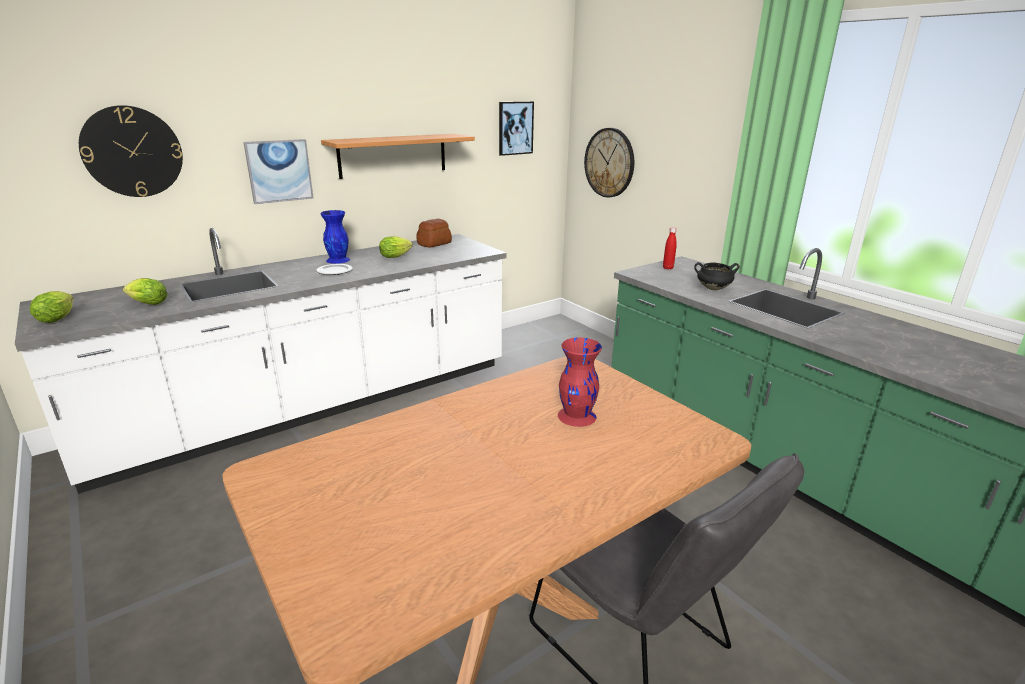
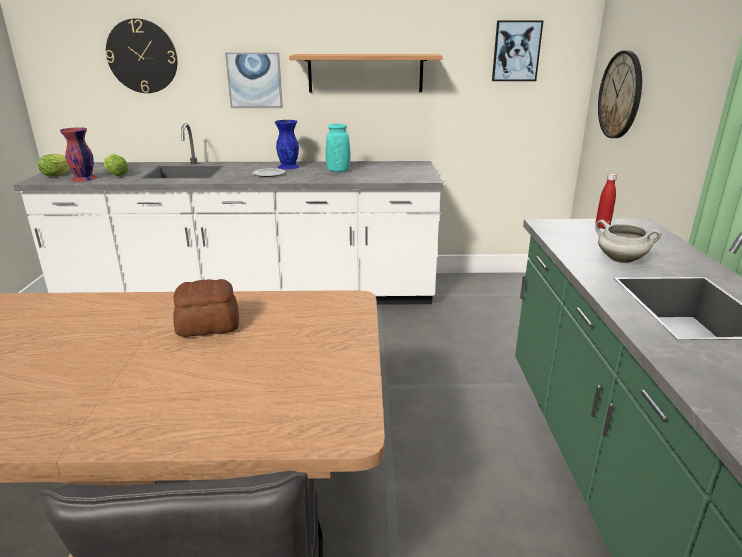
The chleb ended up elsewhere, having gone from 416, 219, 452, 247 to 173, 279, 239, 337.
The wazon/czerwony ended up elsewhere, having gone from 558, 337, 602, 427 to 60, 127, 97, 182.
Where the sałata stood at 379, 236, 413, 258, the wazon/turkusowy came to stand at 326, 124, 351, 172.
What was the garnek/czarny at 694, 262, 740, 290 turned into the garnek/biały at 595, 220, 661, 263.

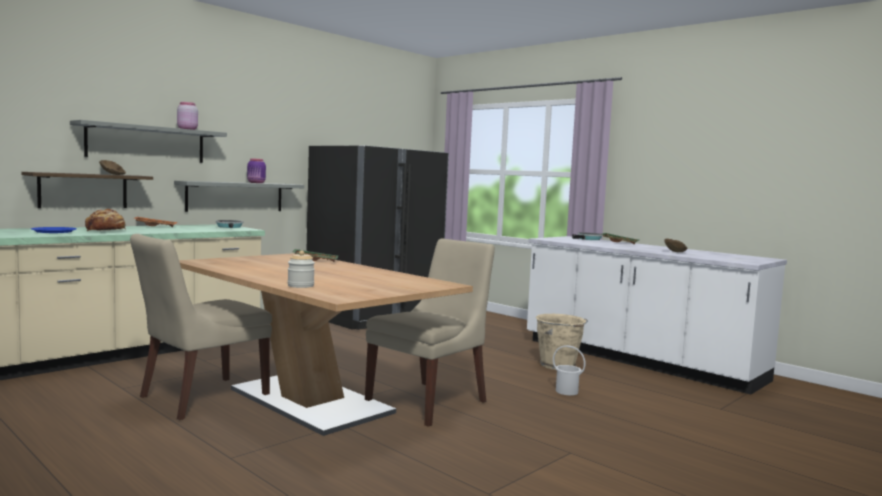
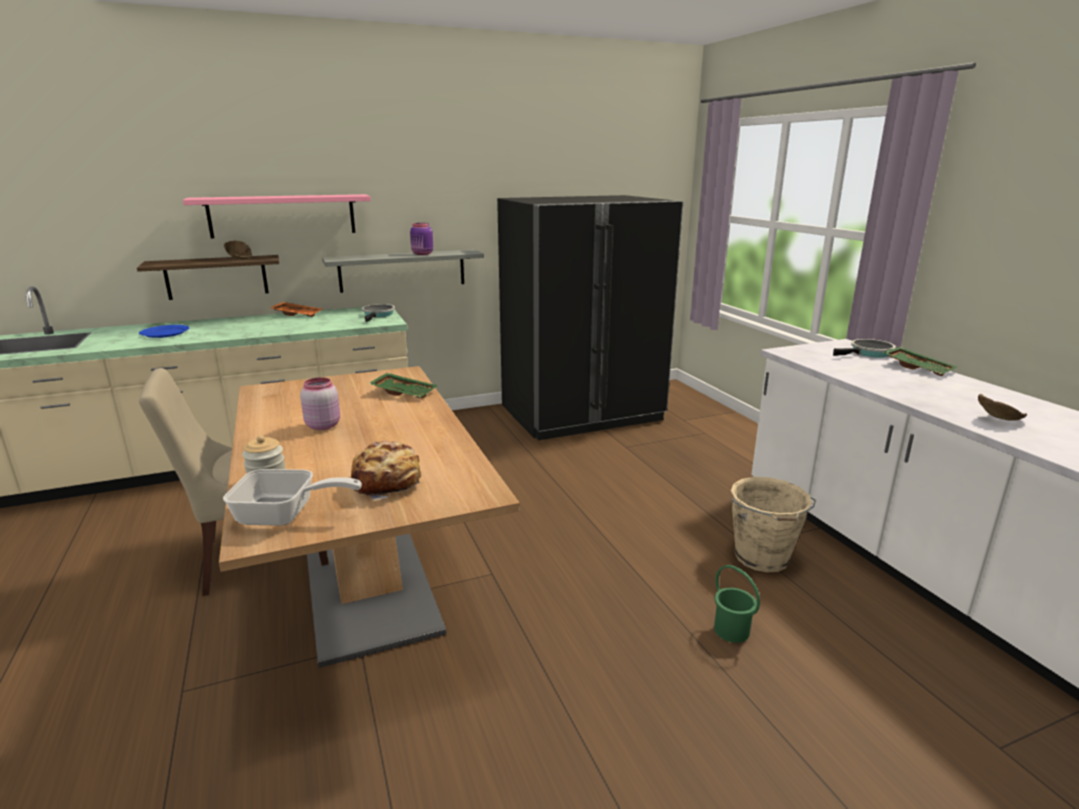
The second view lost the krzesło/beżowy at 365, 238, 495, 427.
The second view gained the patelnia at 223, 469, 362, 526.
The chleb ended up elsewhere, having gone from 85, 209, 125, 231 to 351, 441, 422, 501.
The słoik/różowy ended up elsewhere, having gone from 177, 102, 198, 130 to 300, 377, 340, 430.
What was the półka/szary at 70, 120, 227, 163 turned into the półka/różowy at 183, 194, 371, 238.
What was the wiadro/biały at 553, 345, 586, 395 turned into the wiadro/zielony at 714, 565, 760, 643.

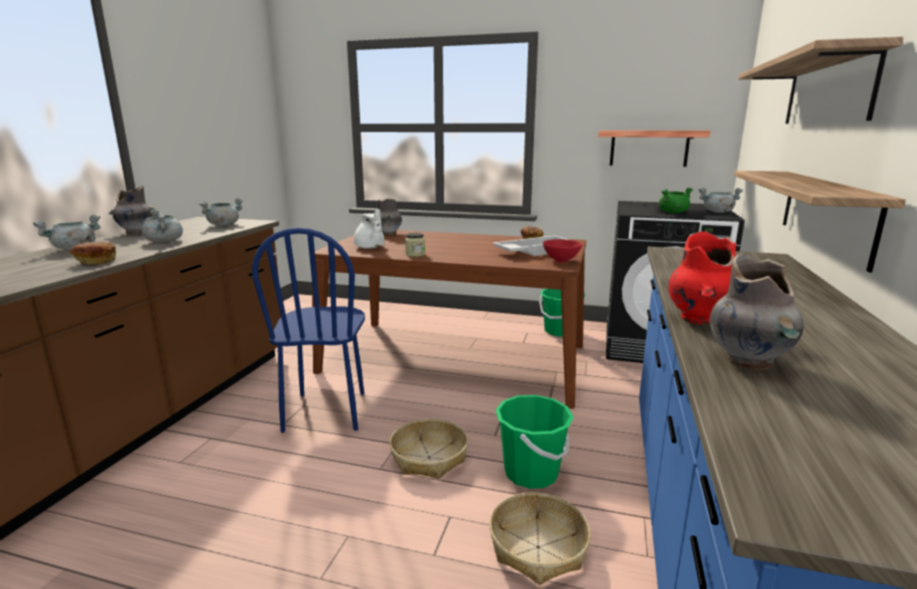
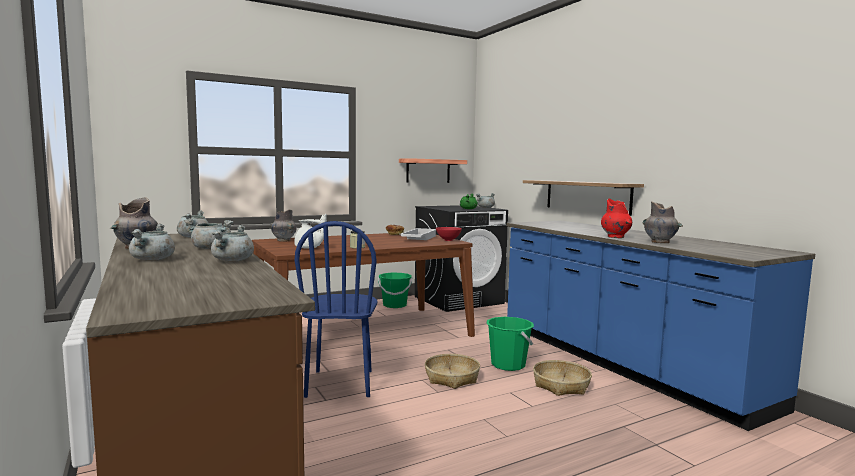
The second view lost the półka at 738, 37, 903, 124.
Where the chleb stood at 70, 241, 116, 265, the garnek/szary came to stand at 211, 225, 254, 262.
The krzesło/niebieski at 252, 228, 365, 433 ended up facing another way, 45 degrees clockwise from before.

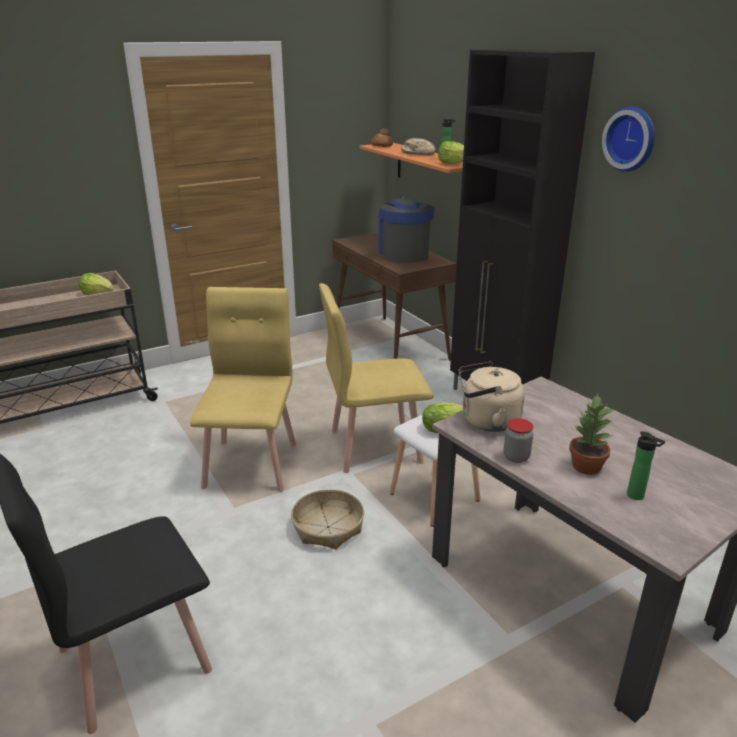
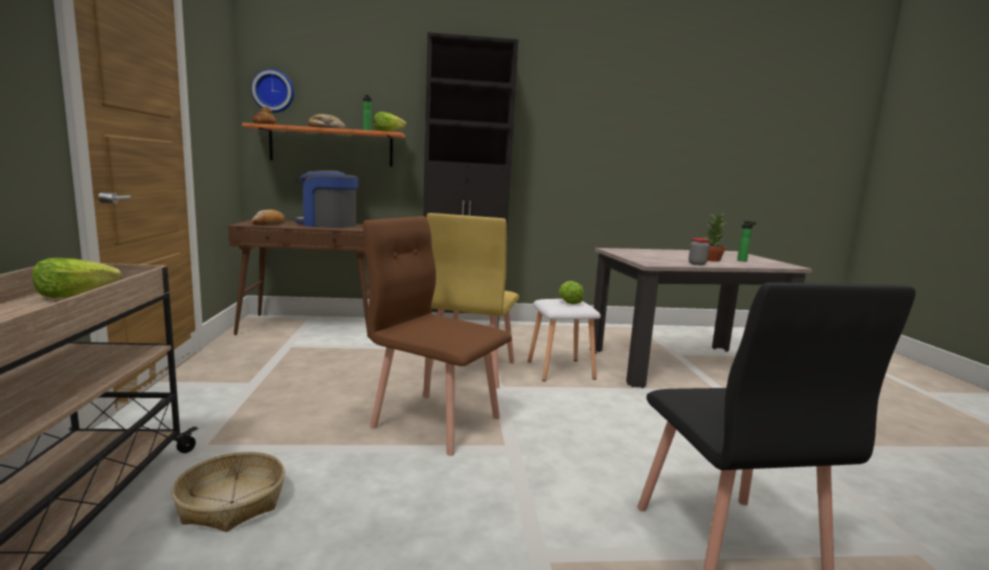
The second view lost the czajnik/beżowy at 459, 361, 525, 432.
The second view gained the chleb at 252, 209, 285, 225.
The koszyk ended up elsewhere, having gone from 291, 489, 364, 549 to 171, 452, 285, 532.
The zegar ścienny ended up elsewhere, having gone from 602, 106, 655, 172 to 251, 69, 294, 113.
What was the krzesło/żółty at 190, 287, 296, 492 turned into the krzesło/brązowy at 363, 216, 512, 456.

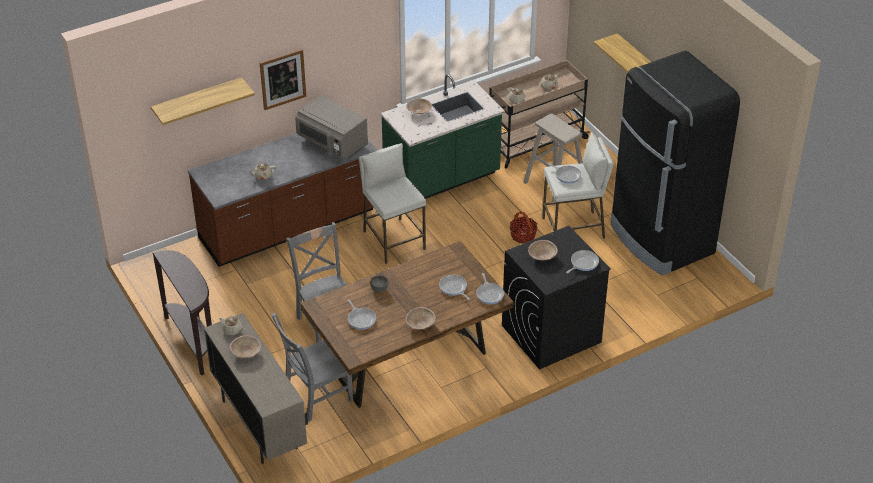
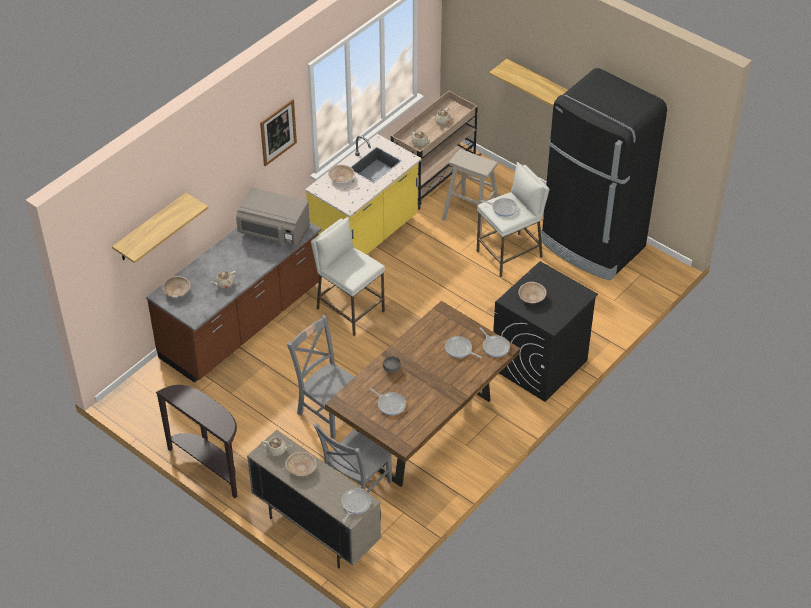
The second view lost the koszyk at 510, 211, 538, 243.
The obraz ended up elsewhere, having gone from 260, 49, 306, 110 to 260, 99, 297, 166.
The miska/beżowy ended up elsewhere, having gone from 406, 307, 436, 329 to 163, 276, 190, 297.
The patelnia ended up elsewhere, having gone from 566, 250, 599, 273 to 341, 488, 371, 523.
What was the zabudowa kuchenna/zielony at 381, 74, 505, 199 turned into the zabudowa kuchenna/żółty at 305, 134, 422, 255.

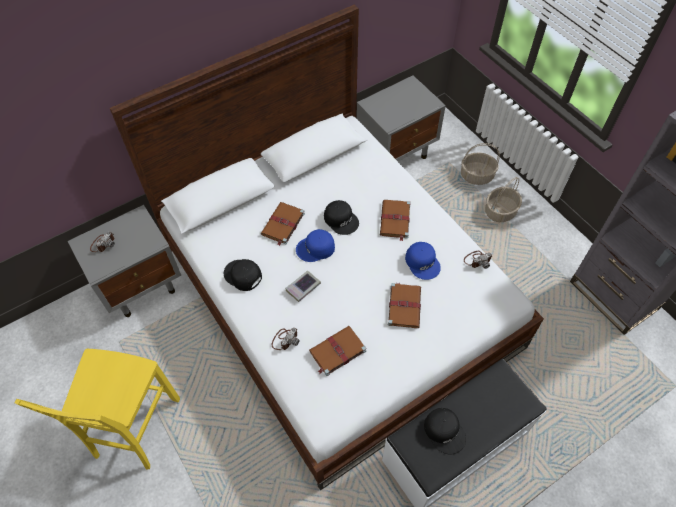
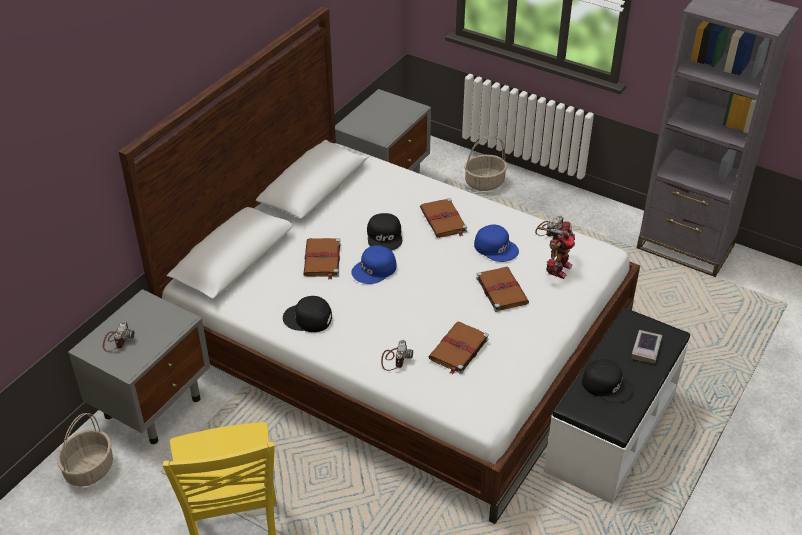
The second view gained the robot zabawkowy at 538, 221, 575, 279.
The książka ended up elsewhere, having gone from 285, 271, 321, 302 to 631, 330, 662, 363.
The koszyk ended up elsewhere, having gone from 485, 177, 522, 222 to 57, 413, 113, 487.
The czapka z daszkiem/czarny at 324, 200, 359, 235 ended up facing another way, 60 degrees clockwise from before.

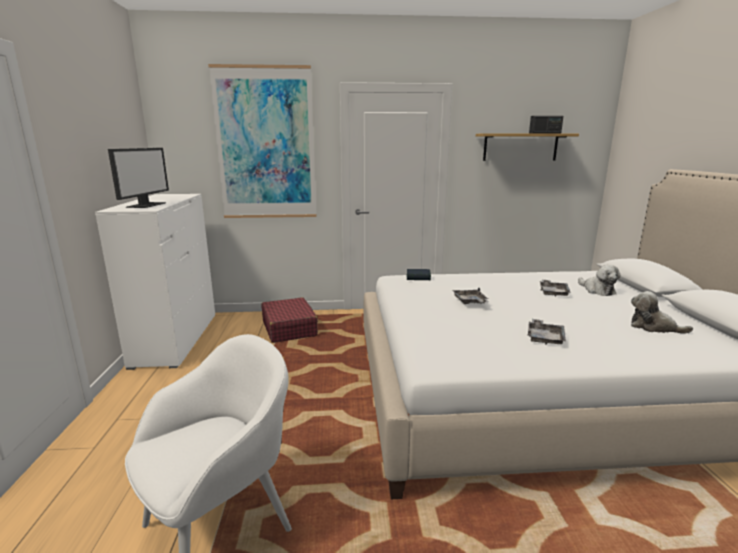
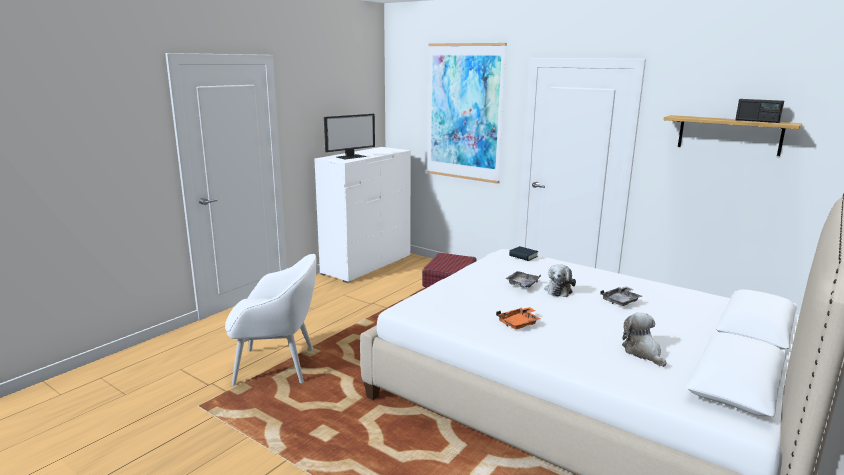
The pluszak ended up elsewhere, having gone from 578, 265, 620, 296 to 544, 264, 576, 297.
What was the taca/szary at 528, 319, 566, 345 turned into the taca/pomarańczowy at 496, 307, 541, 329.

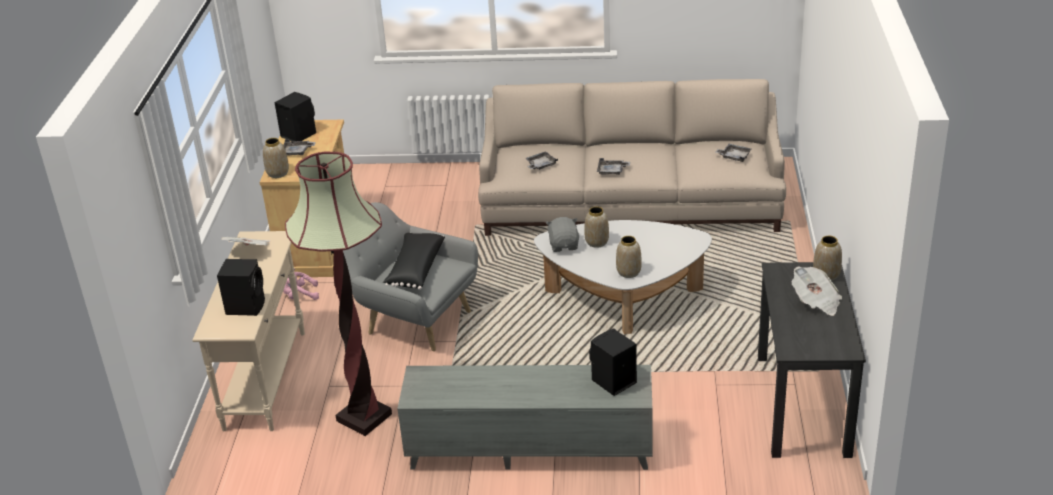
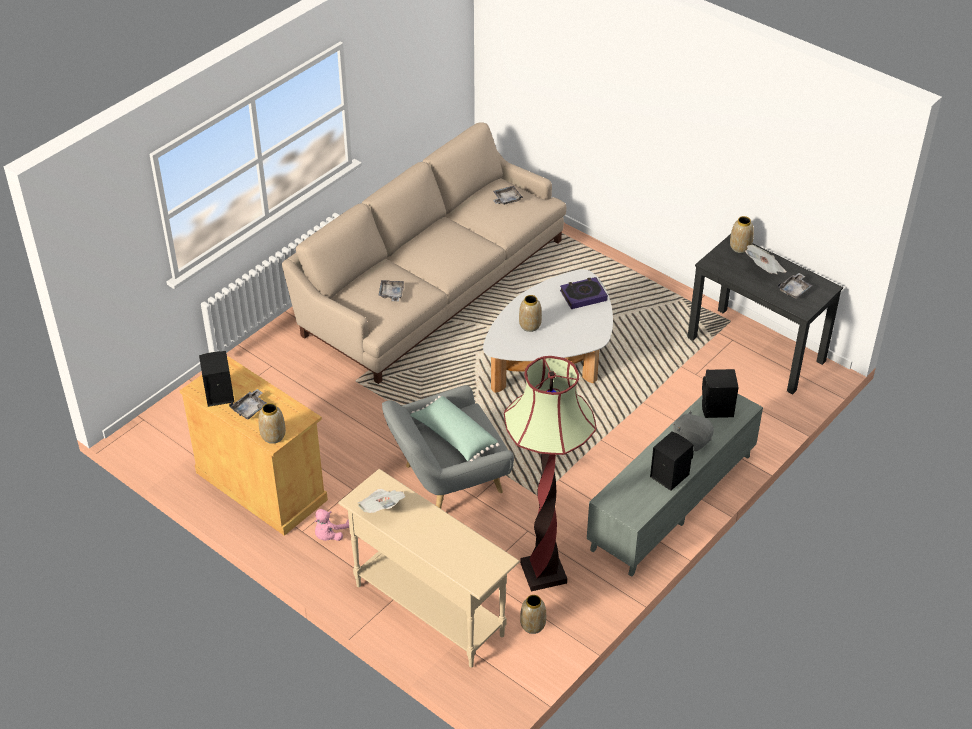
The second view gained the książka at 560, 277, 608, 309.
The głośnik/czarny ended up elsewhere, having gone from 217, 259, 265, 316 to 650, 432, 694, 491.
The pluszak/szary ended up elsewhere, having gone from 545, 217, 579, 252 to 672, 410, 714, 451.
The taca/szary ended up elsewhere, having gone from 597, 158, 630, 175 to 778, 273, 812, 299.
The wazon ended up elsewhere, having gone from 616, 236, 642, 278 to 520, 595, 546, 634.
What was the poduszka/czarny at 383, 233, 445, 290 turned into the poduszka/zielony at 410, 396, 499, 461.

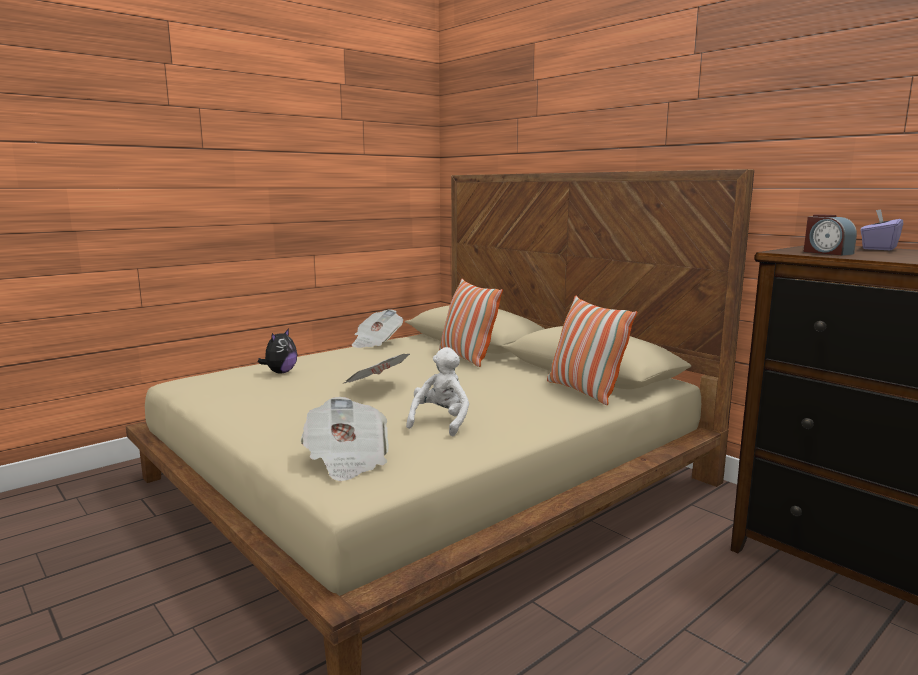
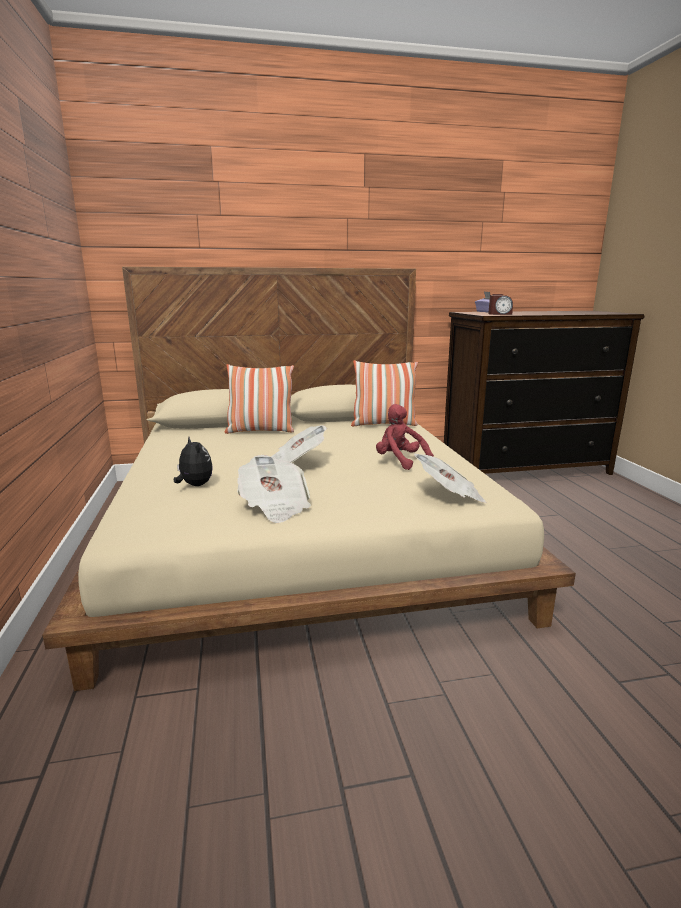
The gazeta ended up elsewhere, having gone from 352, 309, 403, 348 to 237, 455, 311, 523.
What was the pluszak/biały at 406, 347, 469, 437 turned into the pluszak/czerwony at 376, 404, 434, 470.

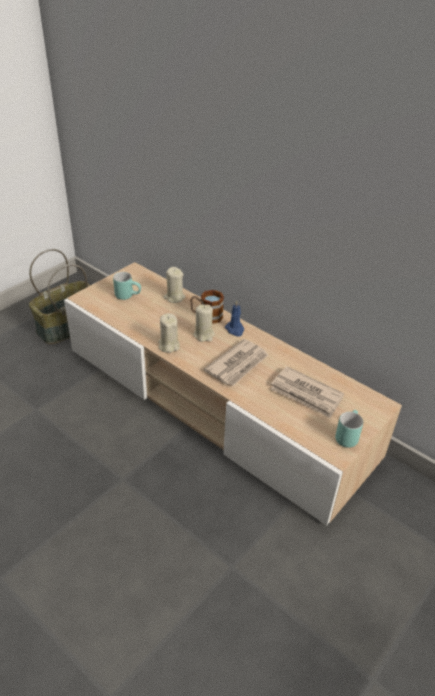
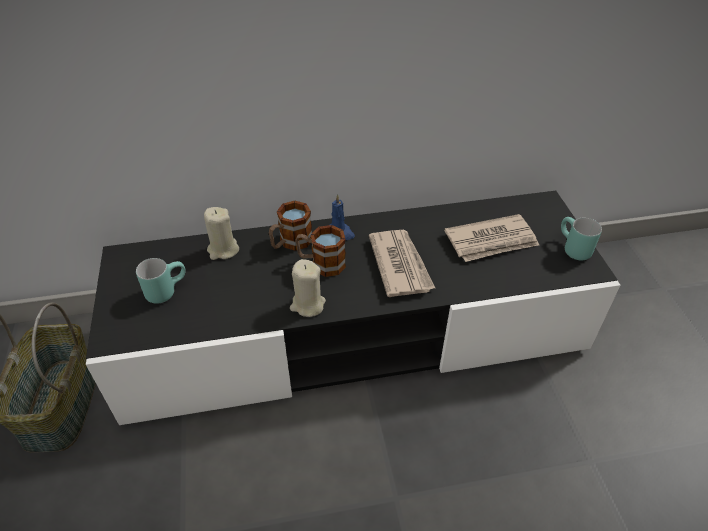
Where the świeca/beżowy stood at 194, 304, 215, 342, the kubek came to stand at 296, 225, 346, 277.
What was the szafka pod telewizor/beżowy at 64, 262, 402, 526 turned into the szafka pod telewizor/czarny at 86, 191, 620, 425.

